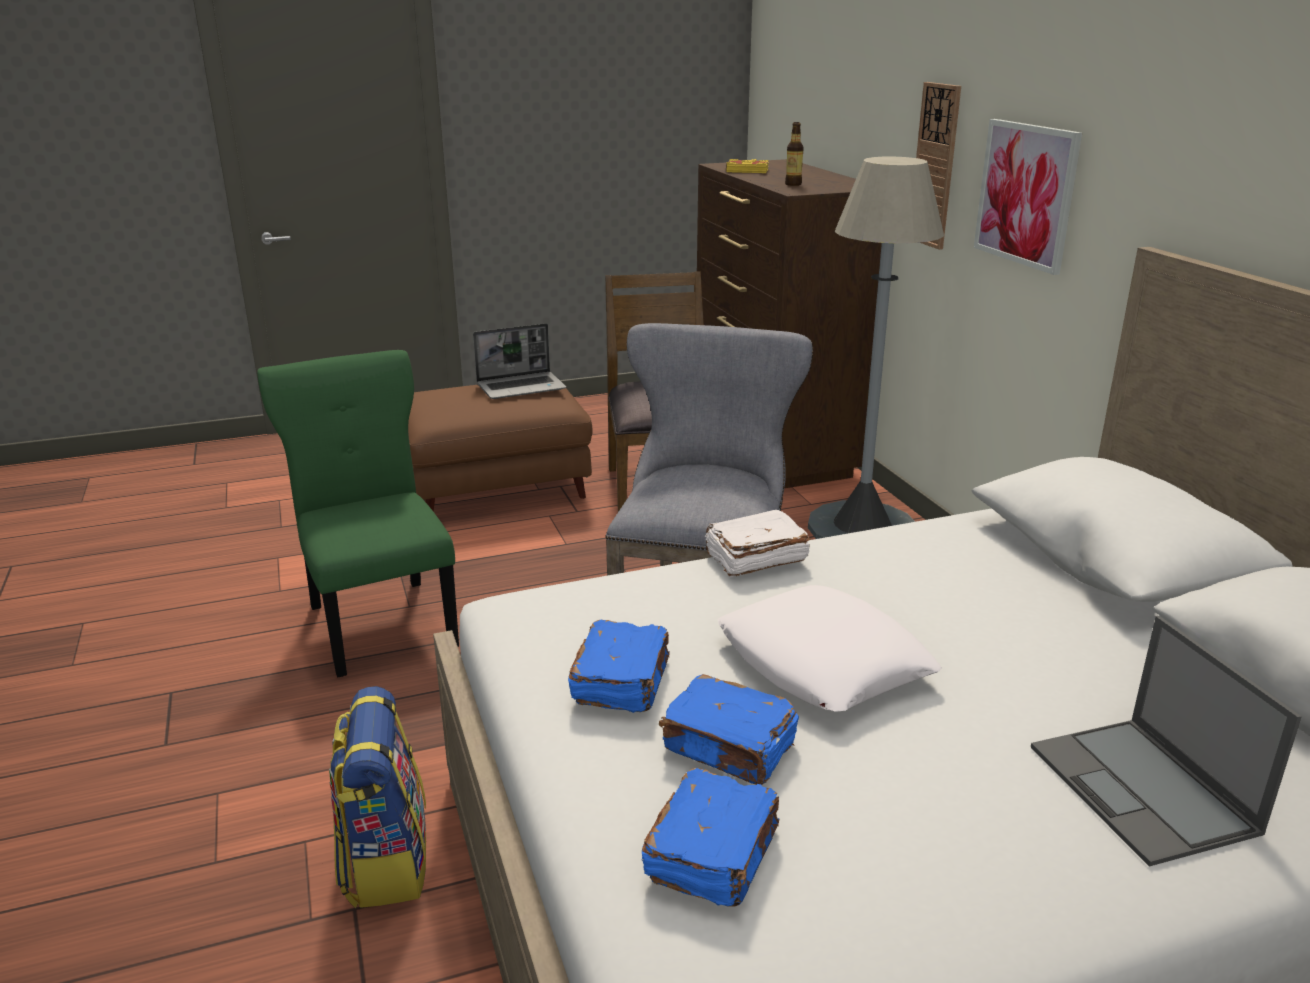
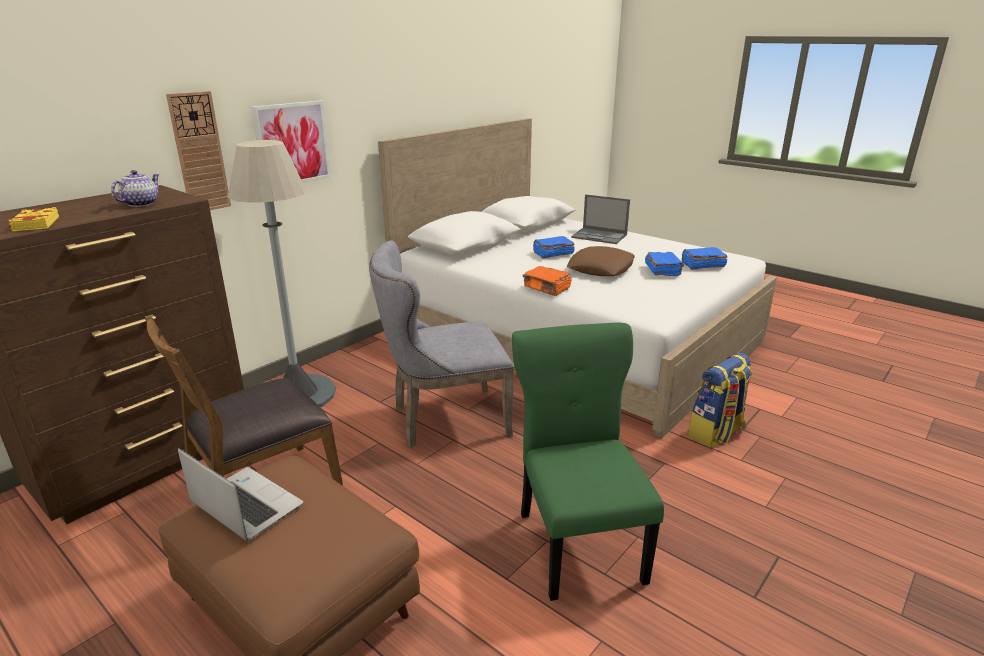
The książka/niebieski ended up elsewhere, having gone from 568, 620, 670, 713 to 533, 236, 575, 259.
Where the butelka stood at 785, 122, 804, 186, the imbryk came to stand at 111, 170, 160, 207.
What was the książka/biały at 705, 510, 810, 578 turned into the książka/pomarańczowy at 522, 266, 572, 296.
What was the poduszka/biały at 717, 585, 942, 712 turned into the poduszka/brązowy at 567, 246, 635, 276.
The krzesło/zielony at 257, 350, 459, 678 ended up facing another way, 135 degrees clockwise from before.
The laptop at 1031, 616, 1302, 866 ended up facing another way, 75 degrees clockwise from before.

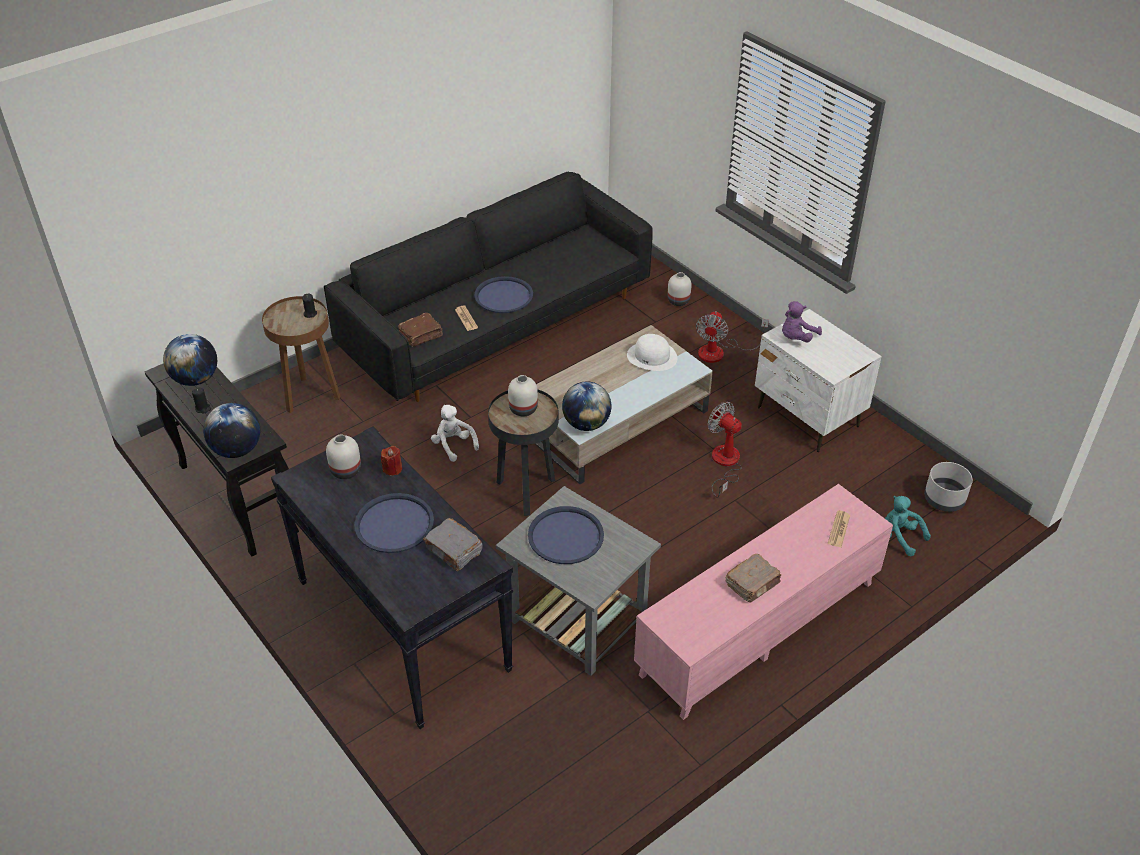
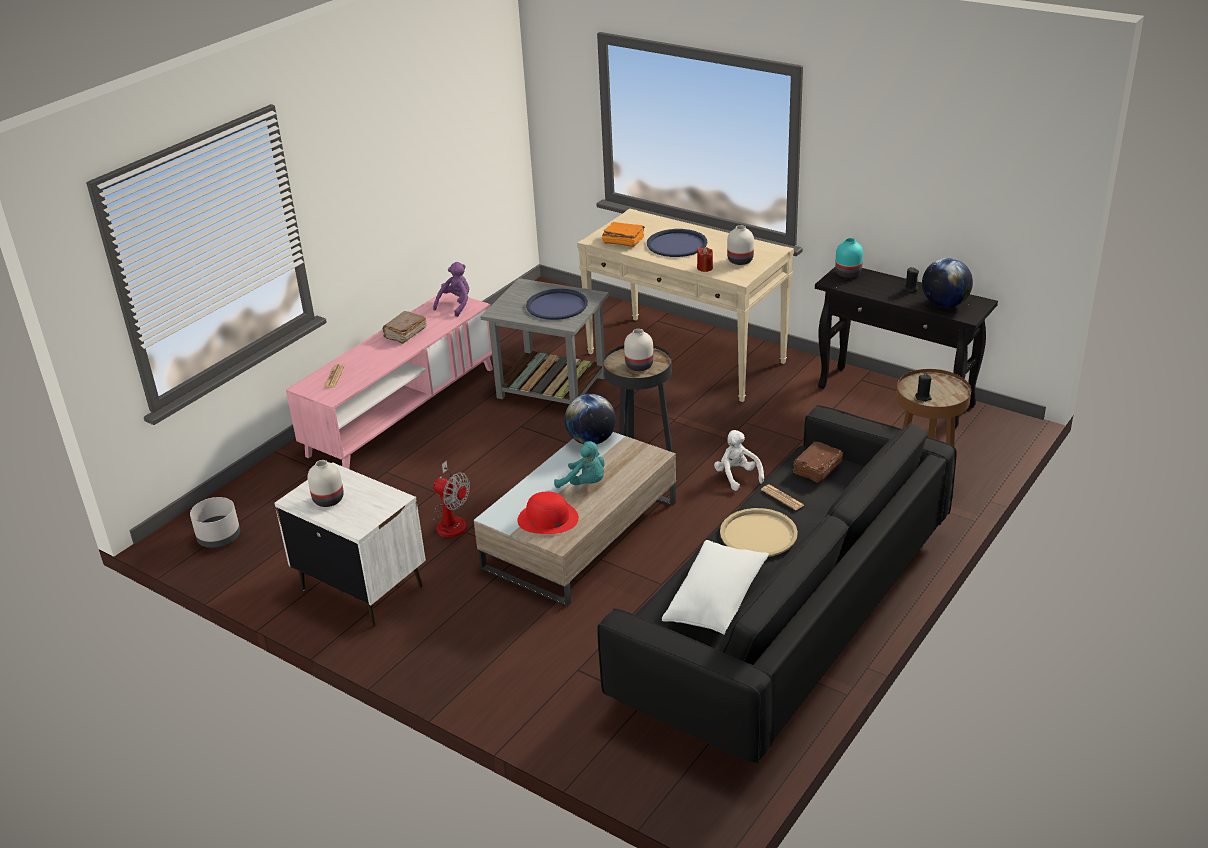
The second view lost the wentylator at 696, 311, 769, 363.
The second view gained the poduszka/biały at 662, 540, 769, 635.
The wazon/biały ended up elsewhere, having gone from 667, 272, 692, 306 to 308, 460, 344, 507.
The pluszak/fioletowy ended up elsewhere, having gone from 782, 301, 822, 342 to 433, 262, 469, 317.
The pluszak/turkusowy ended up elsewhere, having gone from 885, 496, 931, 556 to 554, 441, 605, 488.
Where the globus stood at 203, 403, 260, 458, the wazon/turkusowy came to stand at 835, 238, 863, 278.
What was the stolik konsolowy/czarny at 271, 427, 513, 729 turned into the stolik konsolowy/beżowy at 577, 209, 794, 402.
What was the książka/szary at 423, 518, 483, 571 turned into the książka/pomarańczowy at 602, 222, 645, 247.
What was the taca/niebieski at 474, 276, 533, 313 turned into the taca/beżowy at 720, 508, 798, 557.
What was the kapelusz/biały at 627, 334, 677, 371 turned into the kapelusz/czerwony at 517, 491, 579, 534.
The pluszak/biały at 431, 405, 479, 462 ended up facing another way, 150 degrees counterclockwise from before.

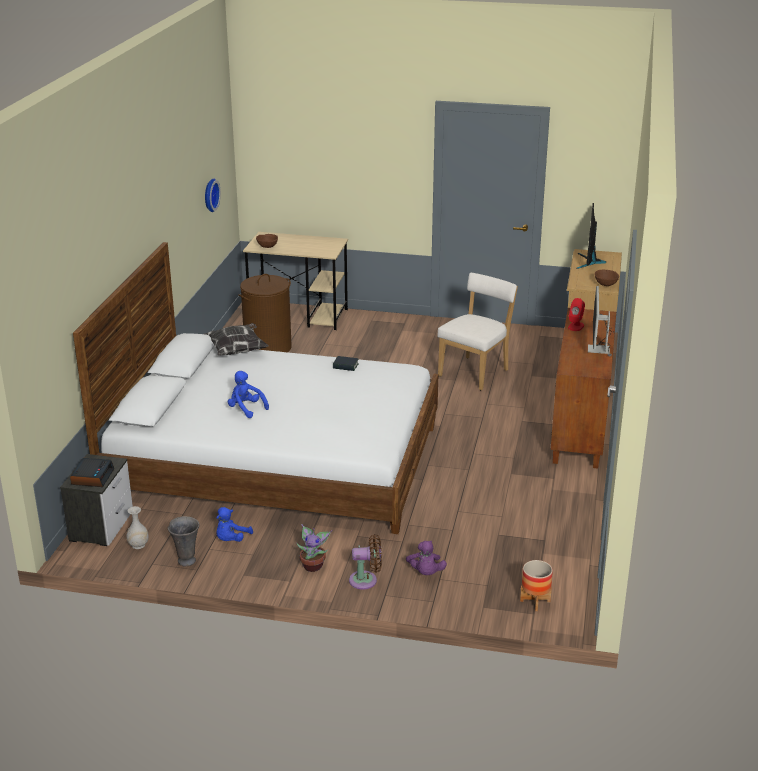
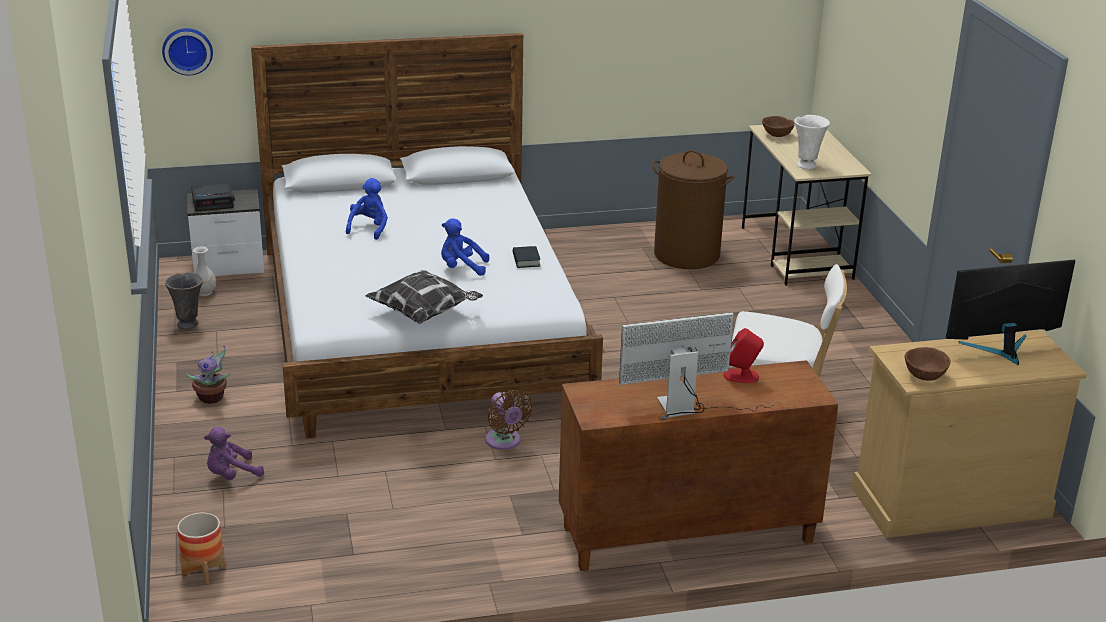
The second view gained the wazon/biały at 794, 115, 830, 169.
The poduszka ended up elsewhere, having gone from 204, 323, 268, 356 to 365, 270, 483, 324.
The zegar ścienny ended up elsewhere, having gone from 205, 179, 221, 212 to 162, 28, 213, 76.
The pluszak/niebieski ended up elsewhere, having gone from 216, 507, 253, 542 to 441, 218, 489, 276.
The wentylator/brązowy ended up elsewhere, having gone from 349, 534, 382, 590 to 485, 390, 533, 450.

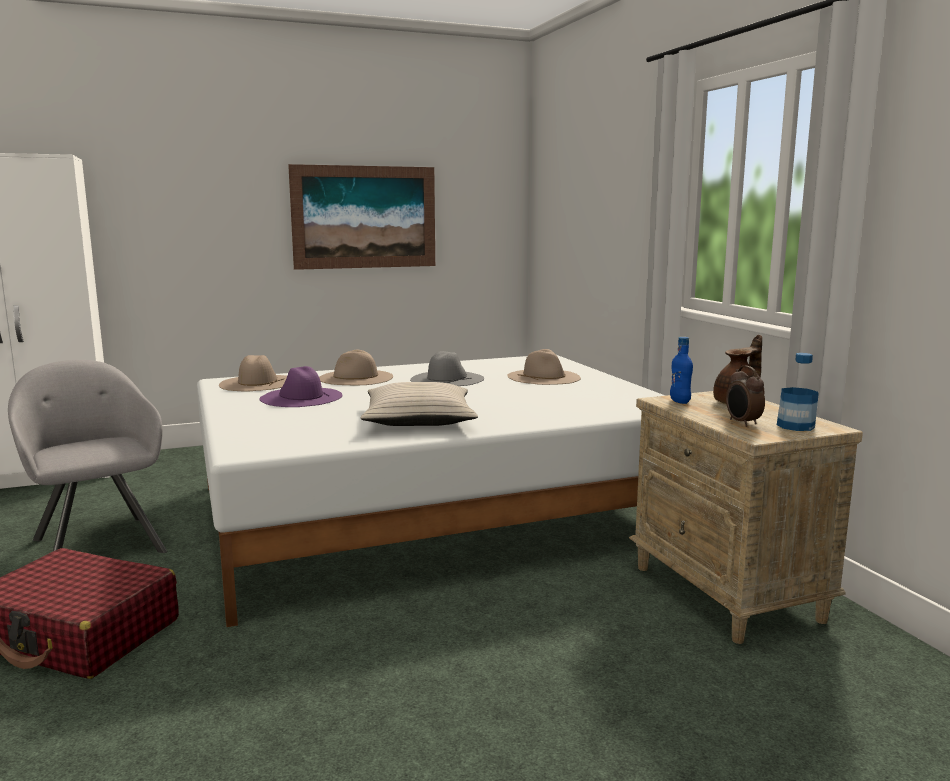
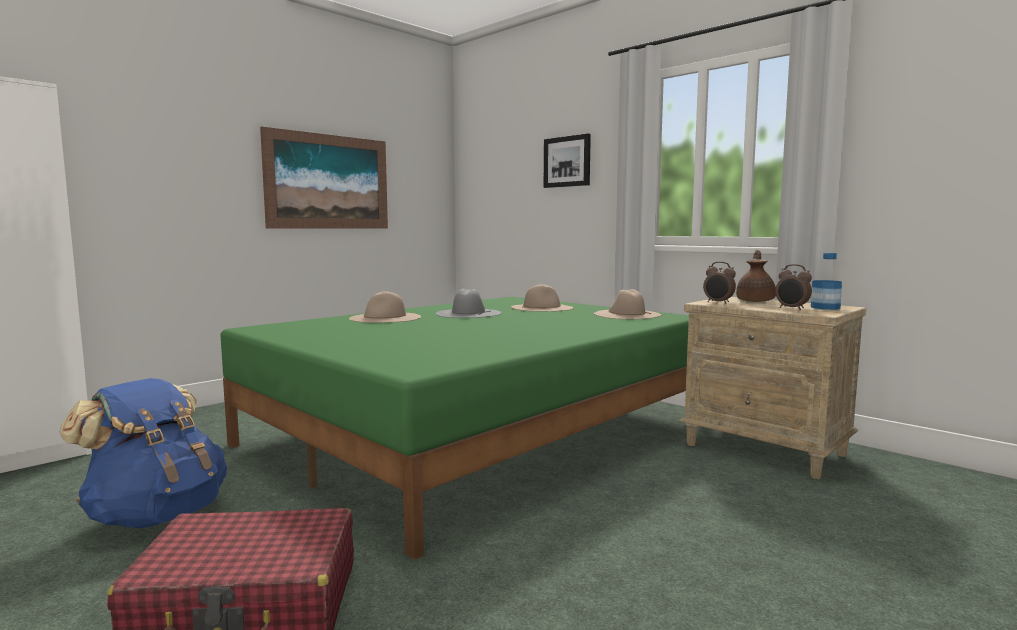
The second view lost the kapelusz/fioletowy at 259, 366, 342, 407.
The second view lost the poduszka/beżowy at 361, 382, 478, 426.
The second view gained the obraz at 544, 133, 591, 188.
The kapelusz/beżowy ended up elsewhere, having gone from 219, 355, 287, 391 to 593, 289, 661, 319.
Where the fotel/szary stood at 8, 360, 167, 553, the plecak/niebieski came to stand at 59, 378, 227, 529.
Where the butelka/niebieski stood at 670, 337, 693, 404, the budzik came to stand at 703, 262, 736, 304.
What was the łóżko/biały at 197, 355, 665, 627 turned into the łóżko/zielony at 220, 297, 689, 560.

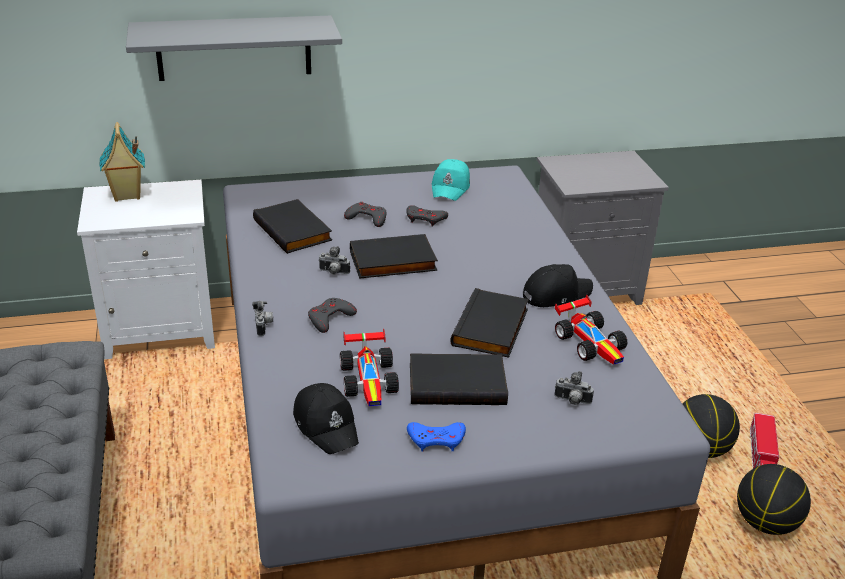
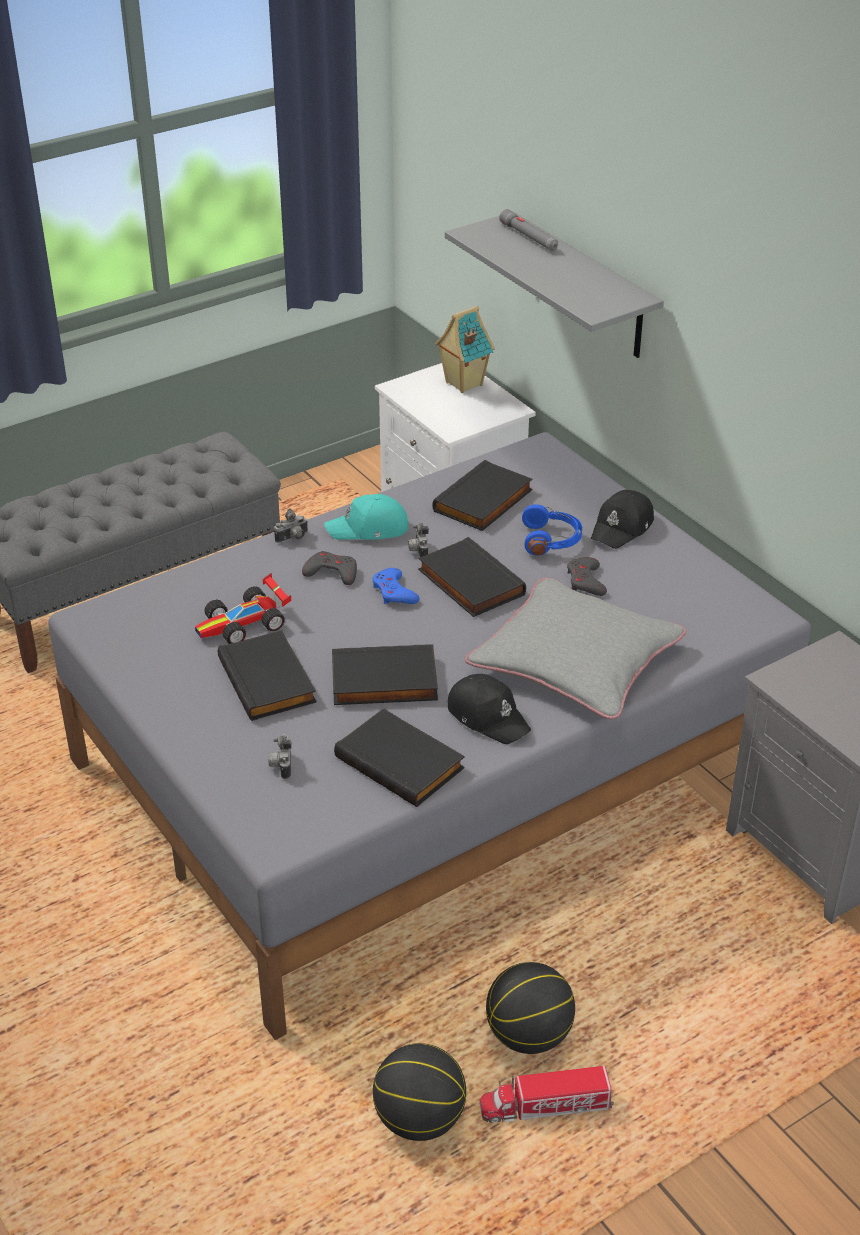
The second view gained the poduszka/szary at 465, 578, 686, 720.
The second view gained the latarka/szary at 499, 209, 558, 251.
The czapka z daszkiem/czarny ended up elsewhere, having gone from 293, 383, 359, 454 to 591, 490, 654, 549.
The pad do gier/niebieski ended up elsewhere, having gone from 407, 422, 466, 451 to 372, 568, 420, 604.
The czapka z daszkiem/turkusowy ended up elsewhere, having gone from 432, 159, 470, 201 to 324, 494, 408, 540.
Where the pad do gier/szary stood at 344, 202, 386, 227, the słuchawki/niebieski came to stand at 522, 504, 582, 556.
Where the samochodzik stood at 555, 295, 627, 365, the książka/czarny came to stand at 334, 708, 465, 807.

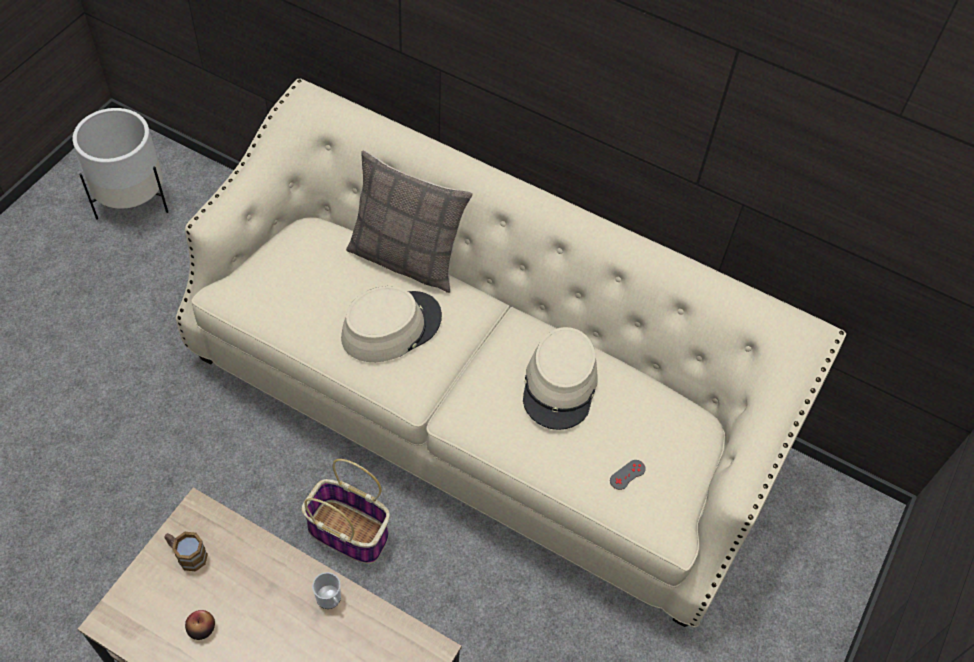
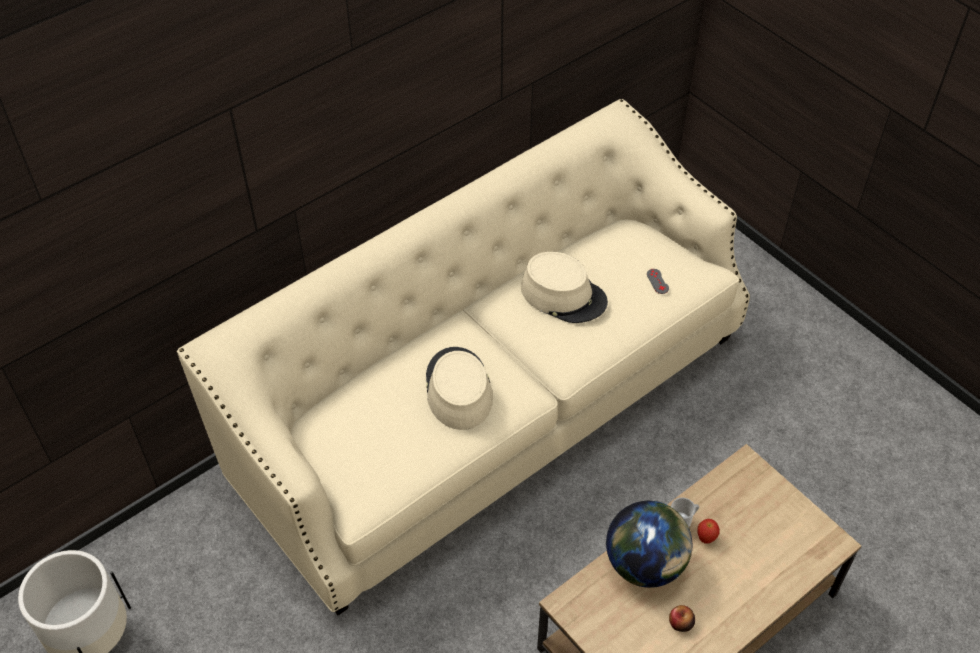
The second view lost the kubek at 164, 532, 208, 571.
The second view lost the koszyk at 302, 459, 390, 564.
The second view lost the poduszka at 346, 150, 473, 293.
The second view gained the globus at 606, 501, 692, 588.
The second view gained the jabłko at 697, 519, 720, 544.

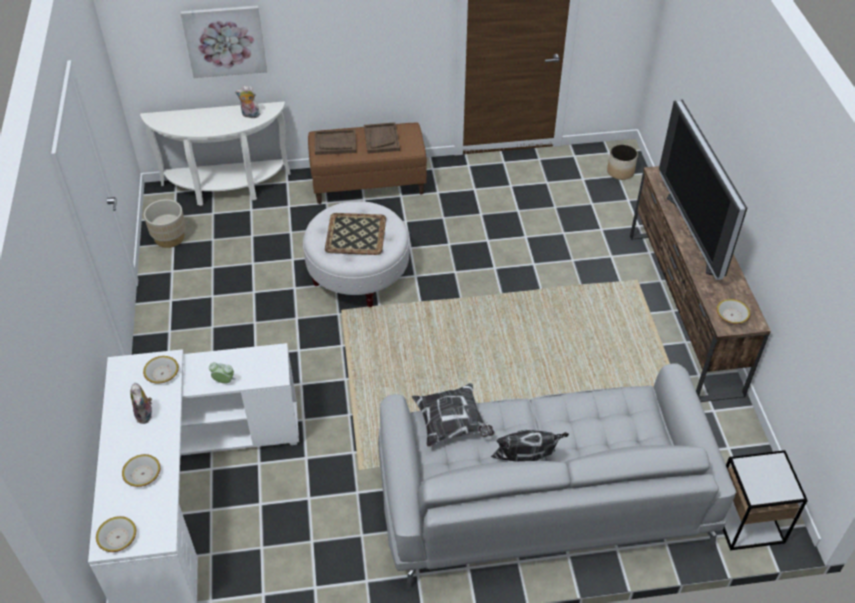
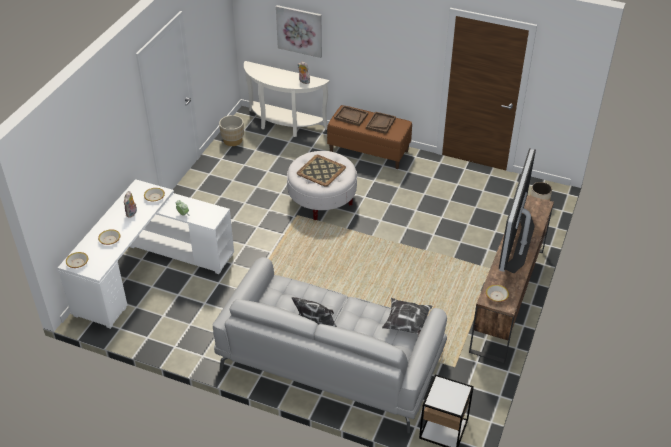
The poduszka ended up elsewhere, having gone from 412, 383, 494, 447 to 382, 298, 432, 336.

